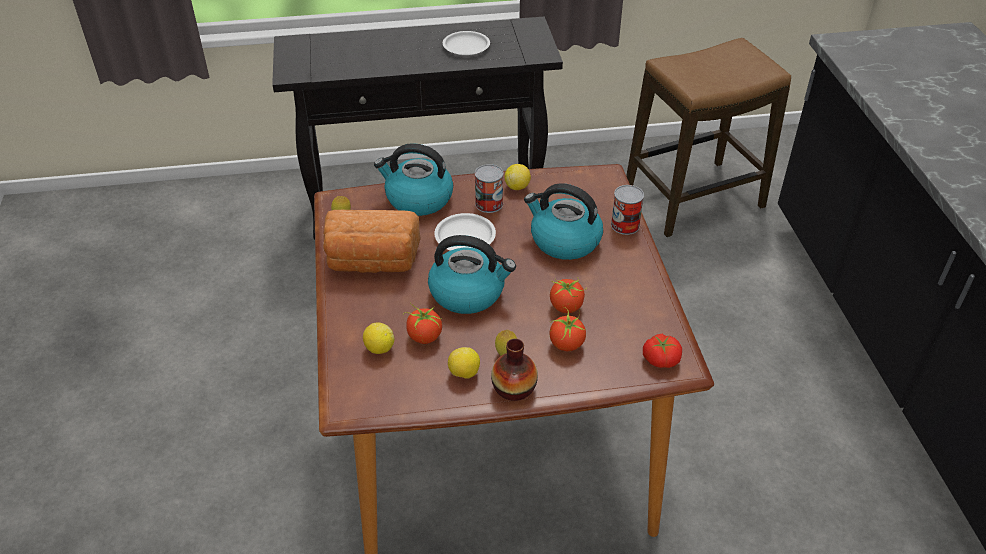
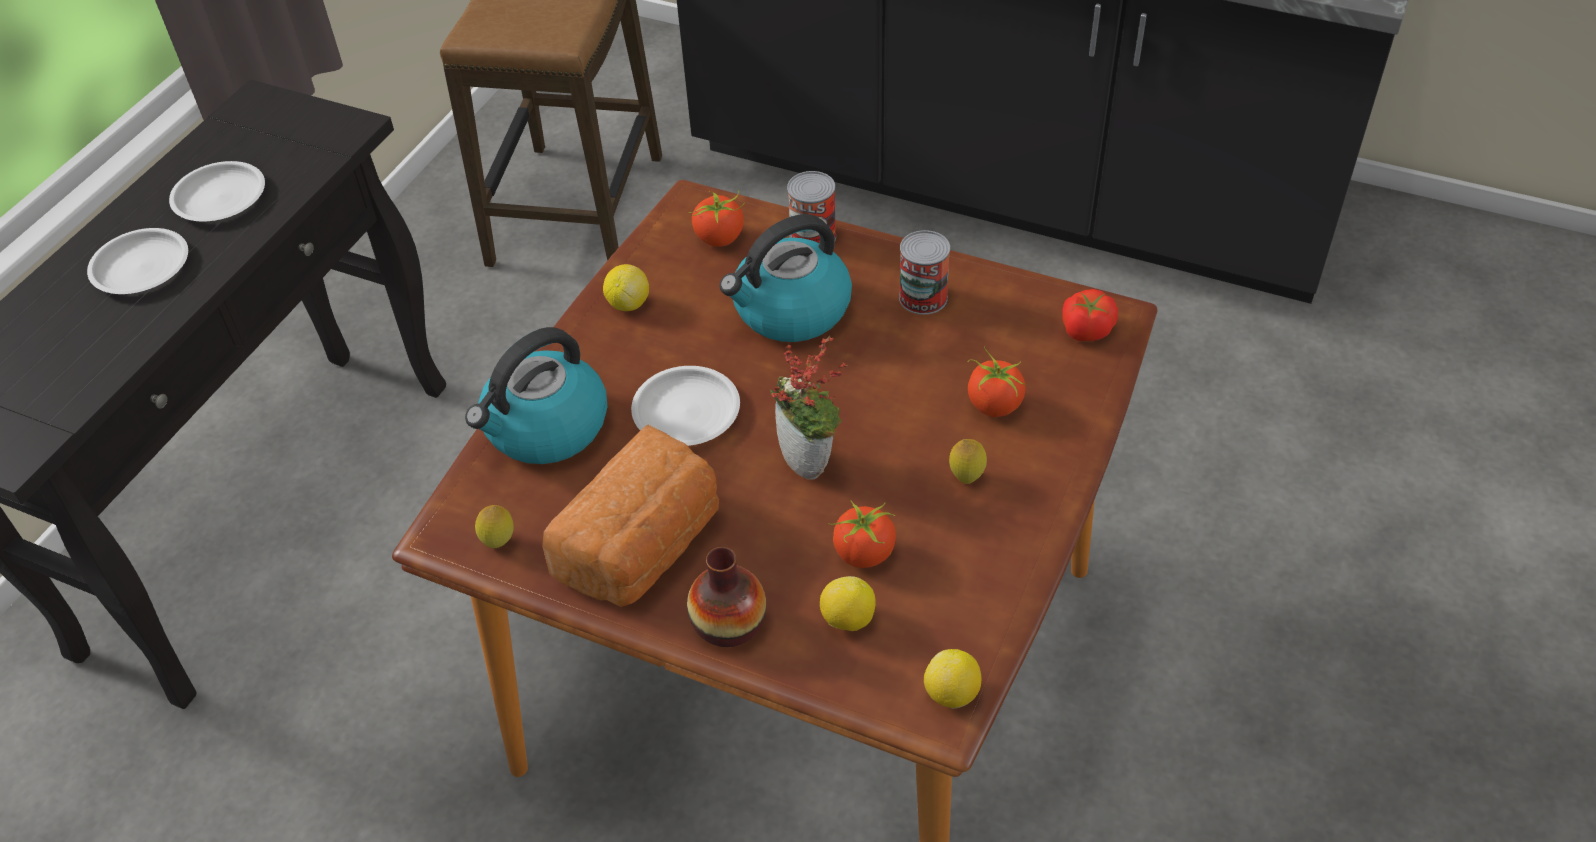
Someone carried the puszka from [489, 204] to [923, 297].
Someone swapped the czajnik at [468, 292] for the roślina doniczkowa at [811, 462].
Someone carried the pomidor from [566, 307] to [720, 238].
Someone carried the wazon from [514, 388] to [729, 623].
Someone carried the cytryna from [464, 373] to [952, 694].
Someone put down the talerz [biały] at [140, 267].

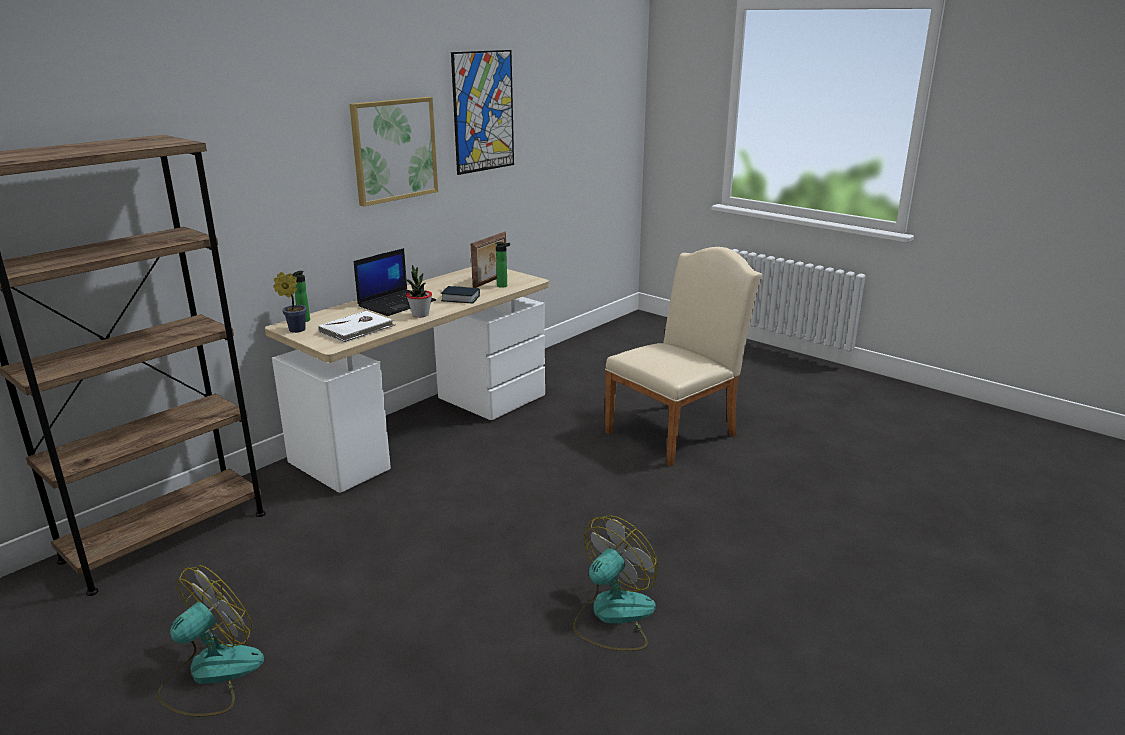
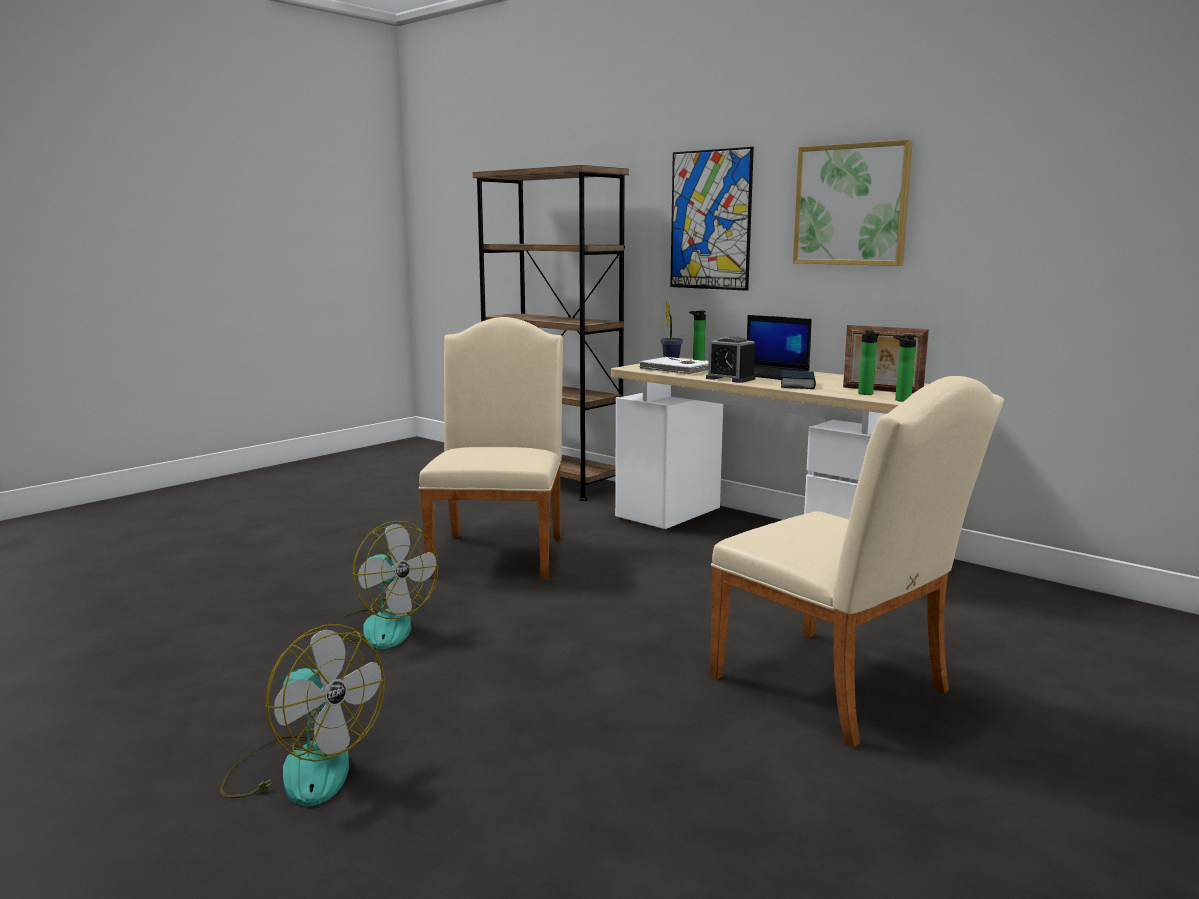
Someone carried the obraz from [483, 111] to [710, 220].
Someone swapped the roślina doniczkowa at [420, 315] for the budzik at [730, 378].
Someone carried the wentylator from [210, 675] to [302, 768].
Someone put down the krzesło [beżowy] at [500, 552].
Someone put down the butelka at [900, 400].

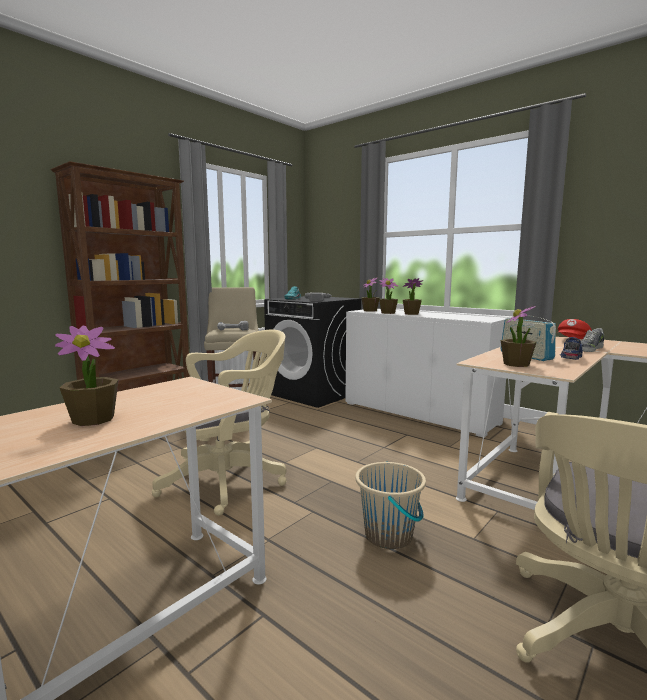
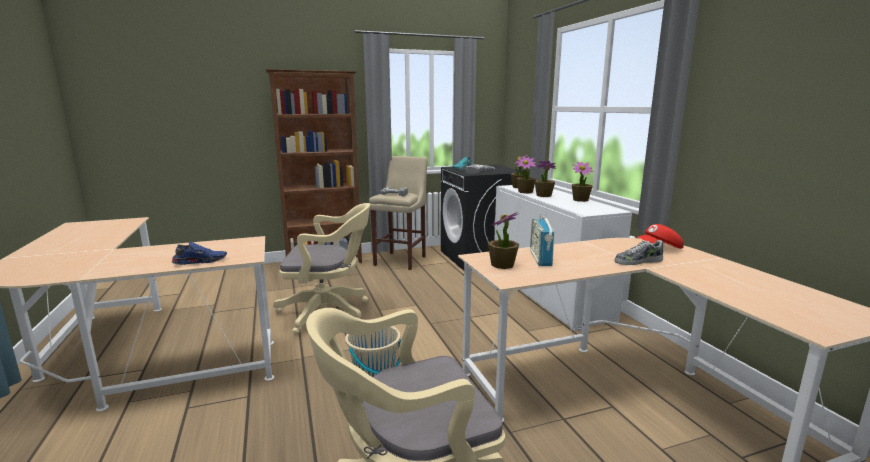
Someone carried the roślina doniczkowa from [94, 419] to [580, 200].
Someone carried the but [niebieski] from [570, 357] to [200, 261].

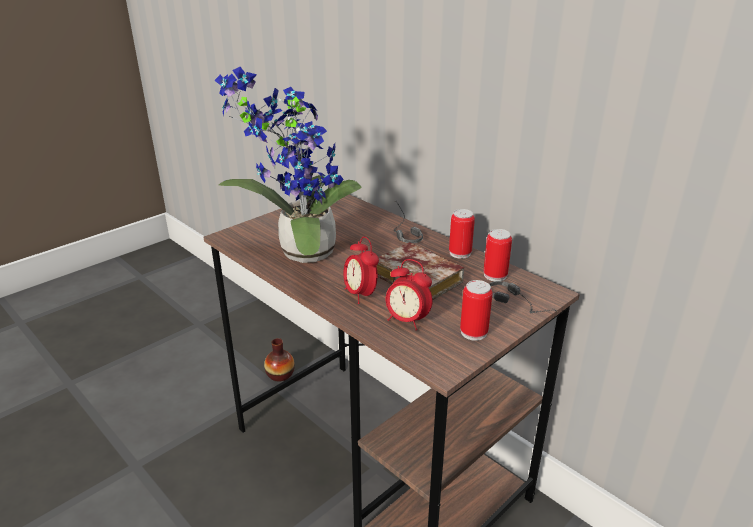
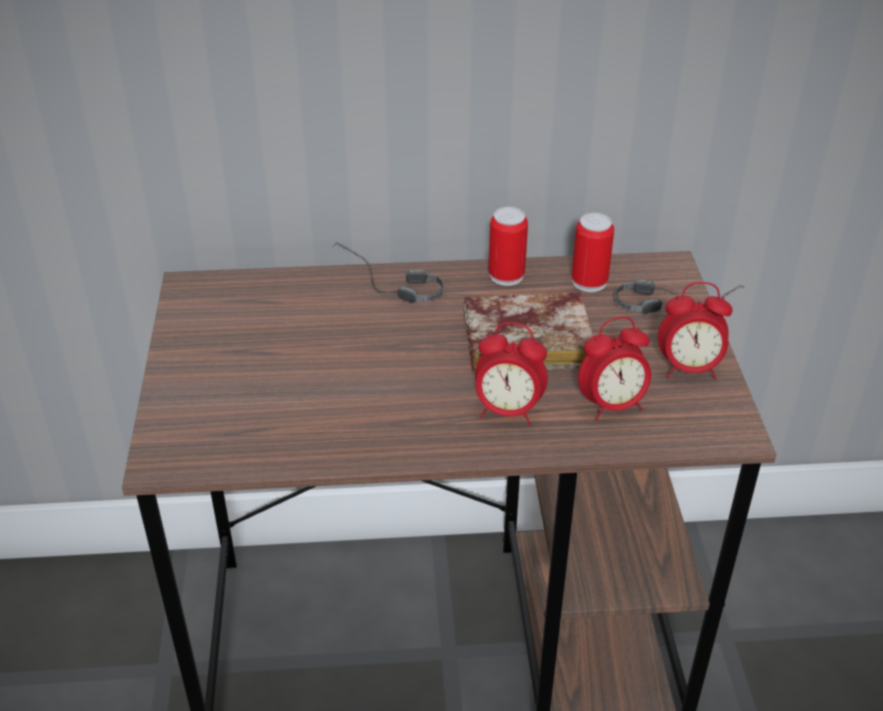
Someone took away the roślina doniczkowa at [300, 252].
Someone swapped the puszka at [473, 332] for the budzik at [688, 369].
Someone took away the wazon at [280, 374].

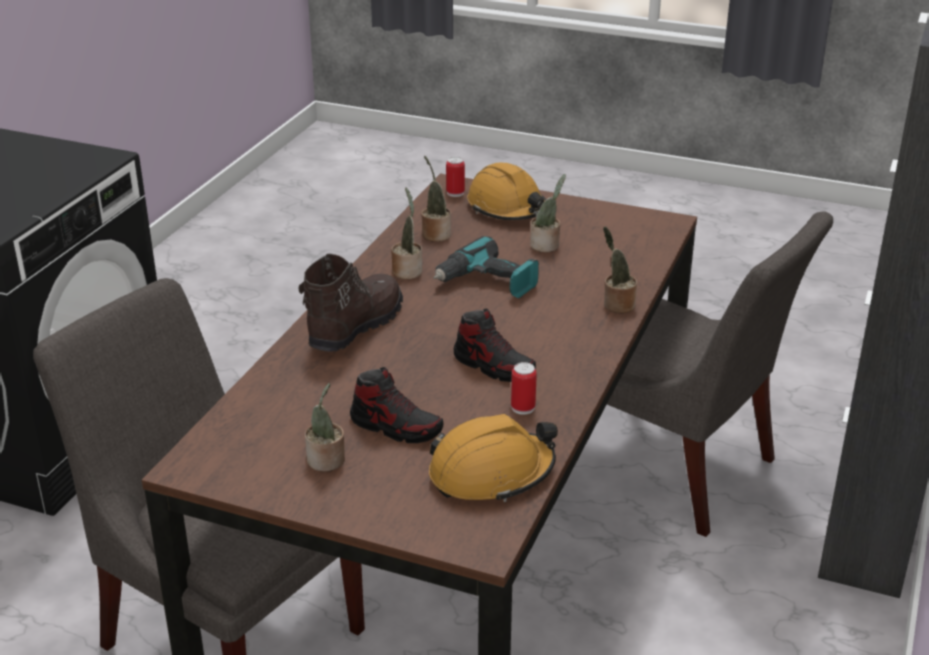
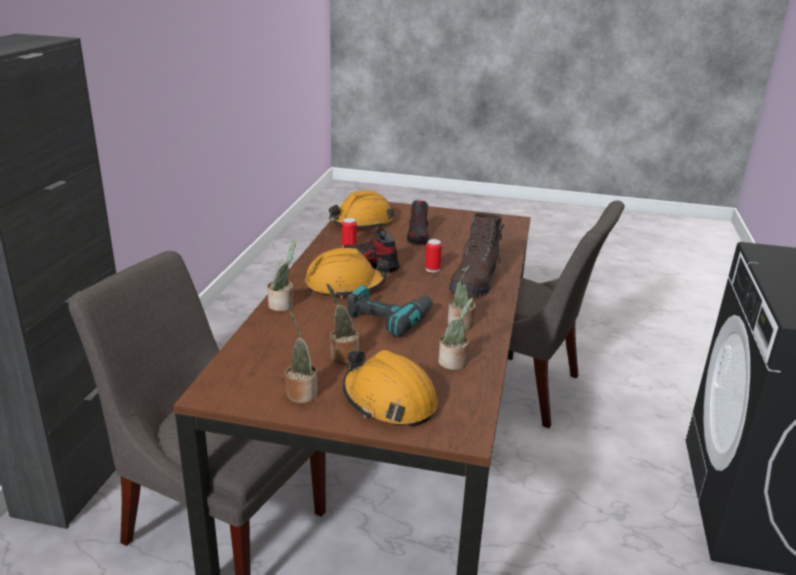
Someone carried the puszka from [455, 193] to [432, 269].
Someone rotated the but at [396, 427] by 105 degrees counterclockwise.
Someone carried the roślina doniczkowa from [326, 461] to [300, 393].
Someone put down the kask [pomarańczowy] at [345, 286].

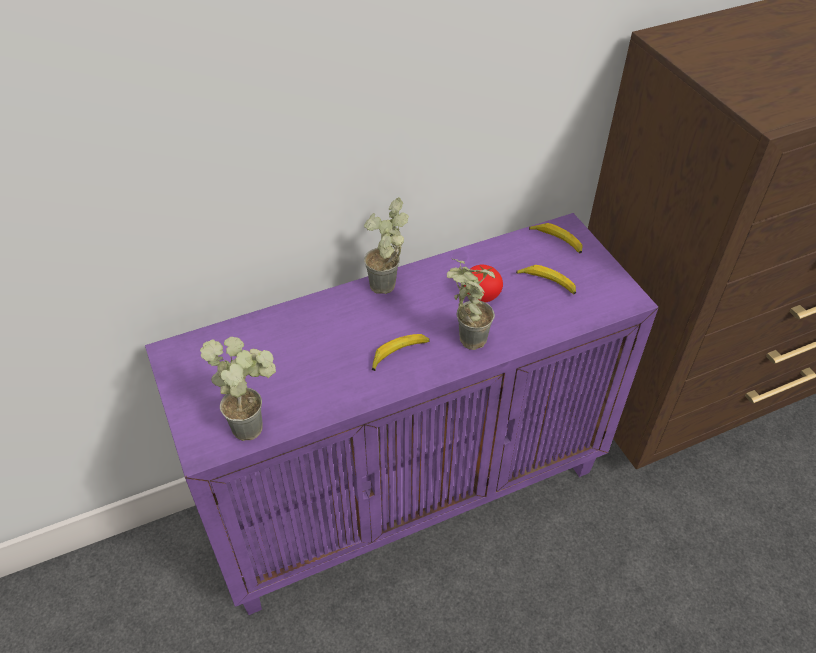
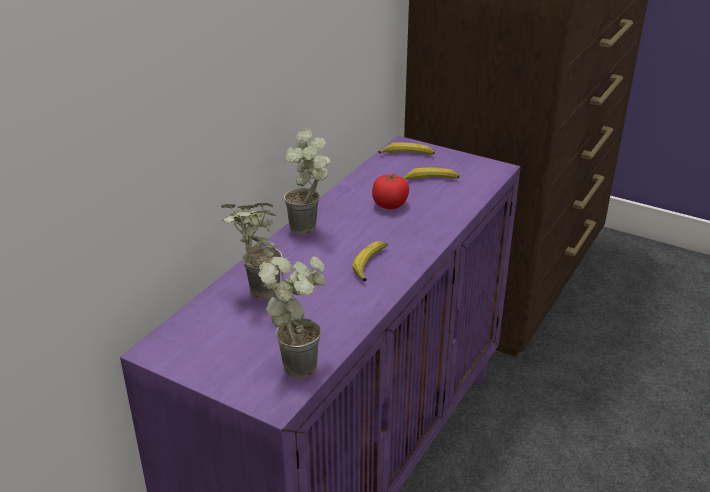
Someone carried the roślina doniczkowa from [464, 338] to [255, 293].

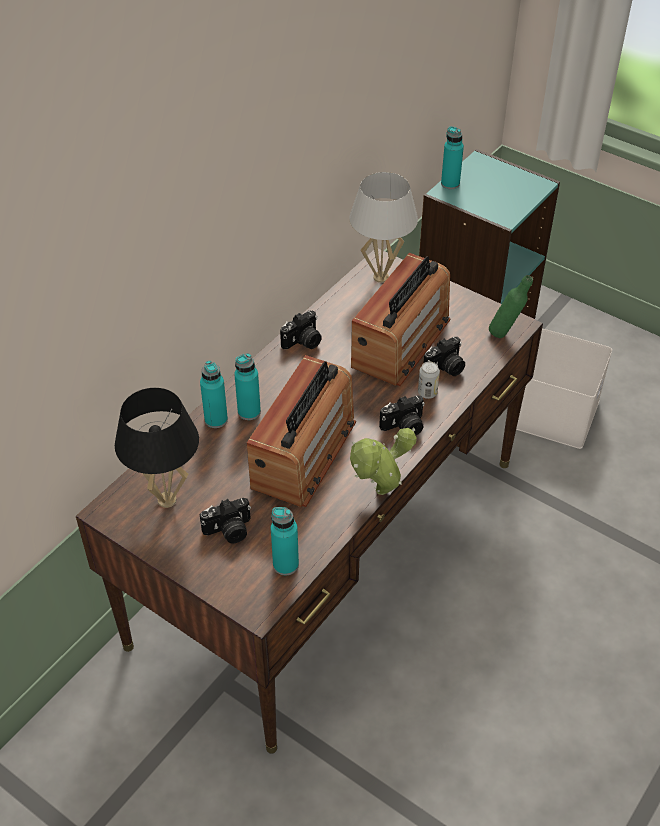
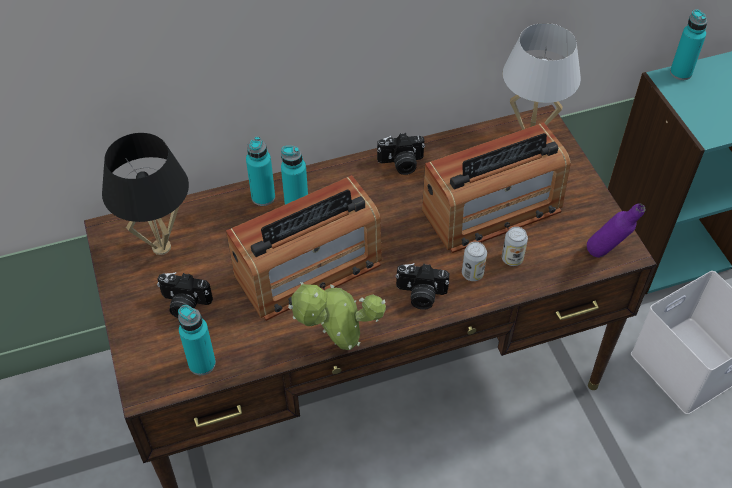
Someone repainted the butelka [zielony] at [505, 333], which became the butelka [fioletowy] at [606, 255].
Someone swapped the aparat fotograficzny at [445, 368] for the puszka at [512, 259].

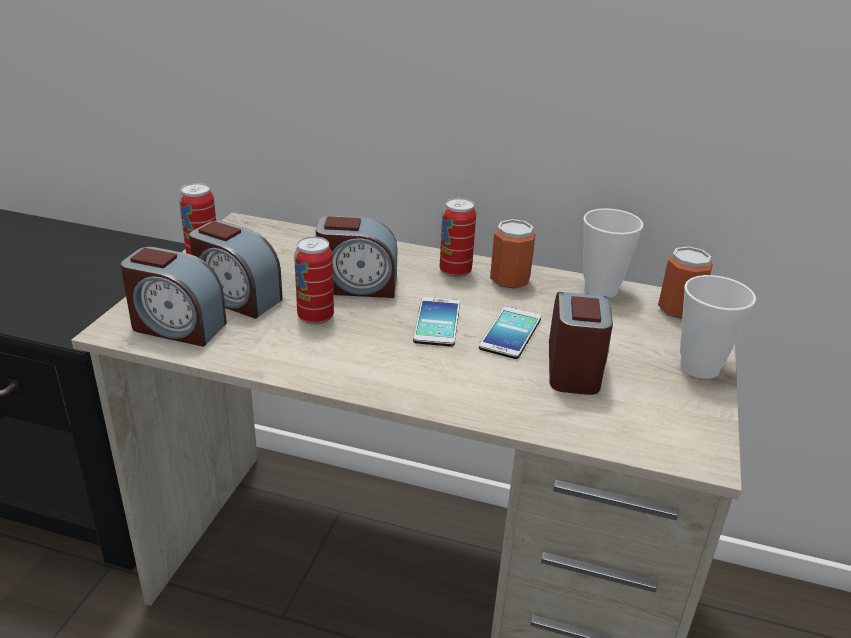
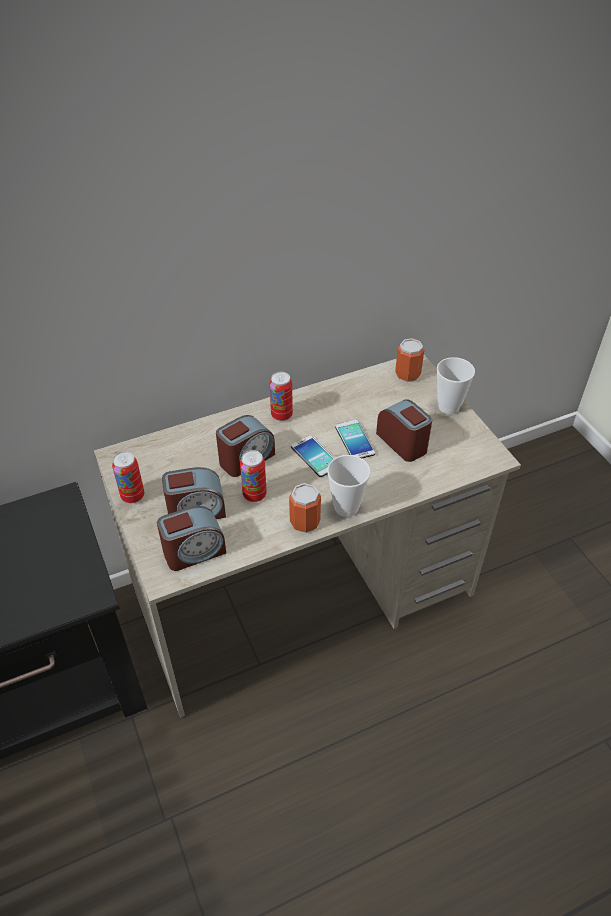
Someone carried the filiżanka from [601, 289] to [346, 507].
Someone carried the puszka from [509, 281] to [305, 522].

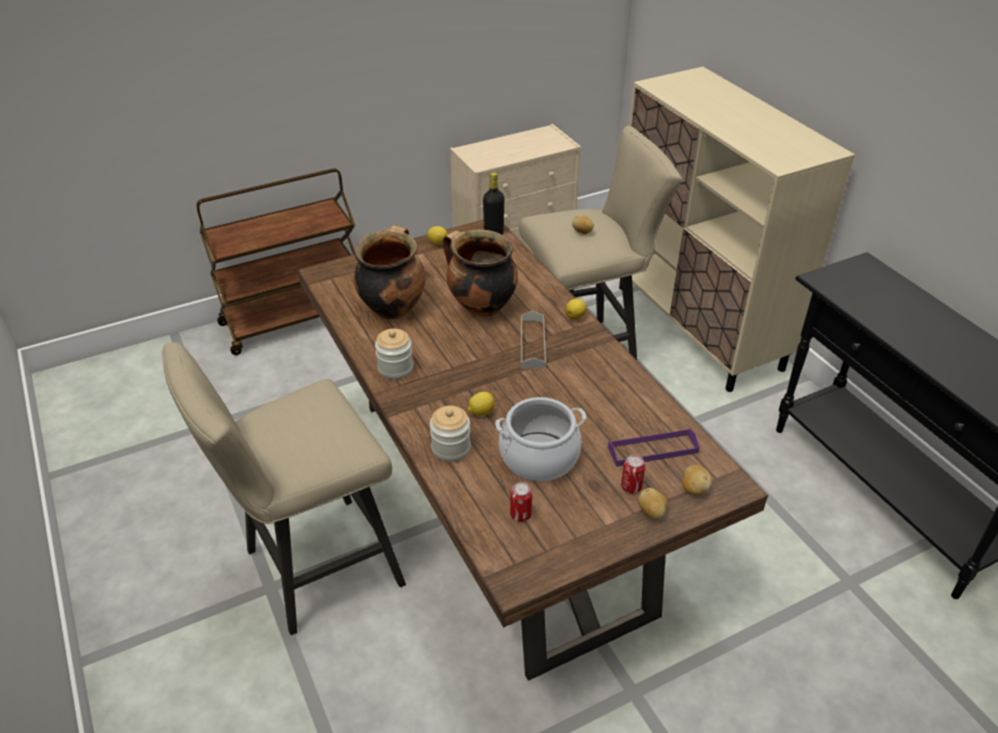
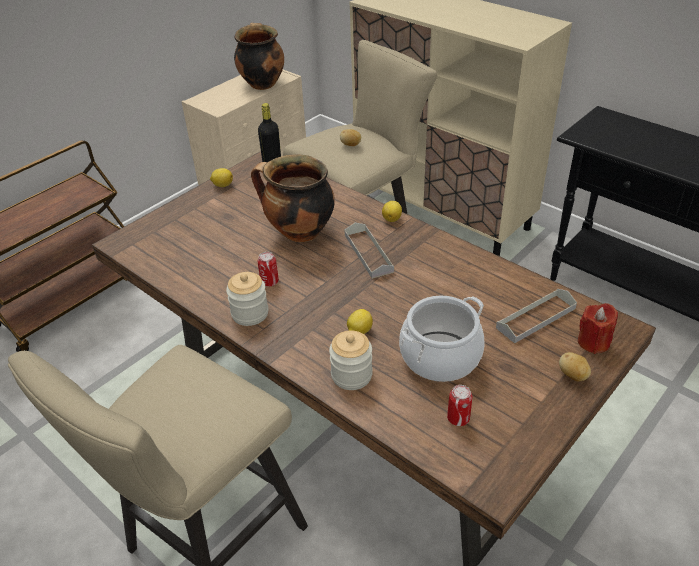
Someone carried the garnek from [392, 308] to [261, 84].
Someone repainted the taca [fioletowy] at [653, 450], which became the taca [szary] at [536, 318].
Someone carried the puszka from [631, 487] to [269, 282].
Someone swapped the ziemniak at [694, 489] for the świeca [czerwony] at [593, 342].

